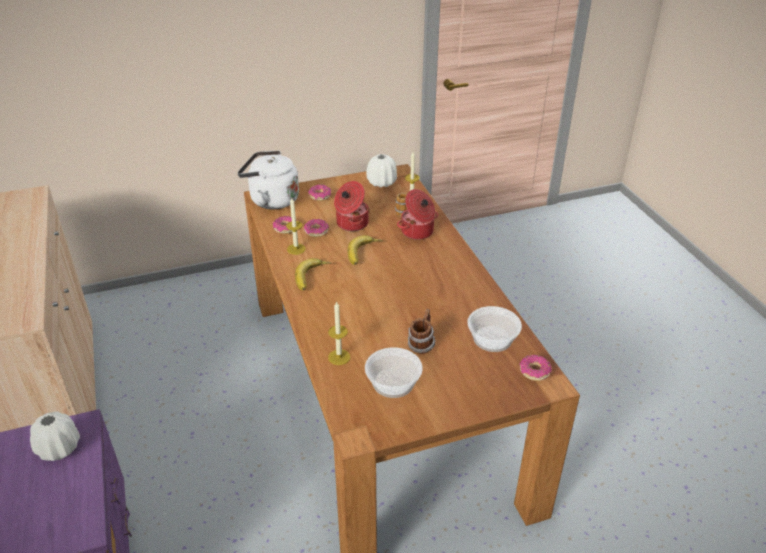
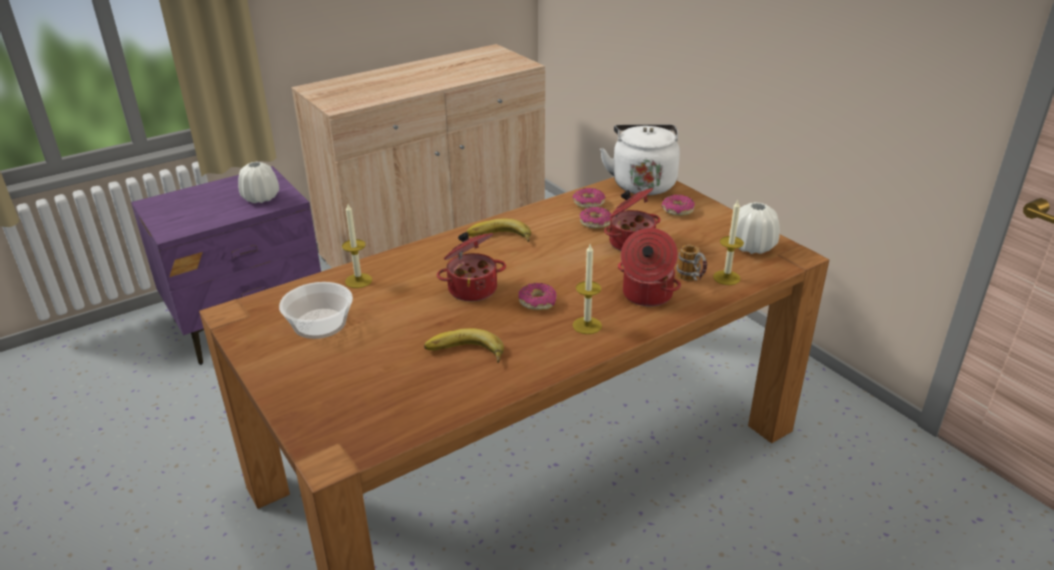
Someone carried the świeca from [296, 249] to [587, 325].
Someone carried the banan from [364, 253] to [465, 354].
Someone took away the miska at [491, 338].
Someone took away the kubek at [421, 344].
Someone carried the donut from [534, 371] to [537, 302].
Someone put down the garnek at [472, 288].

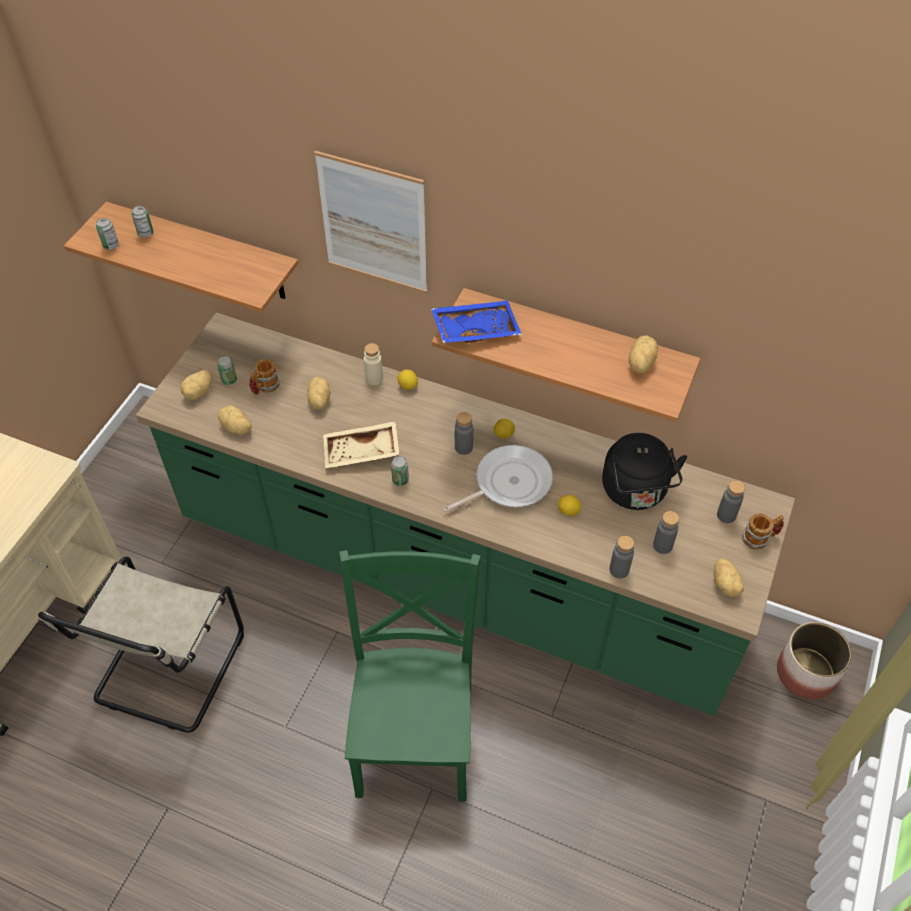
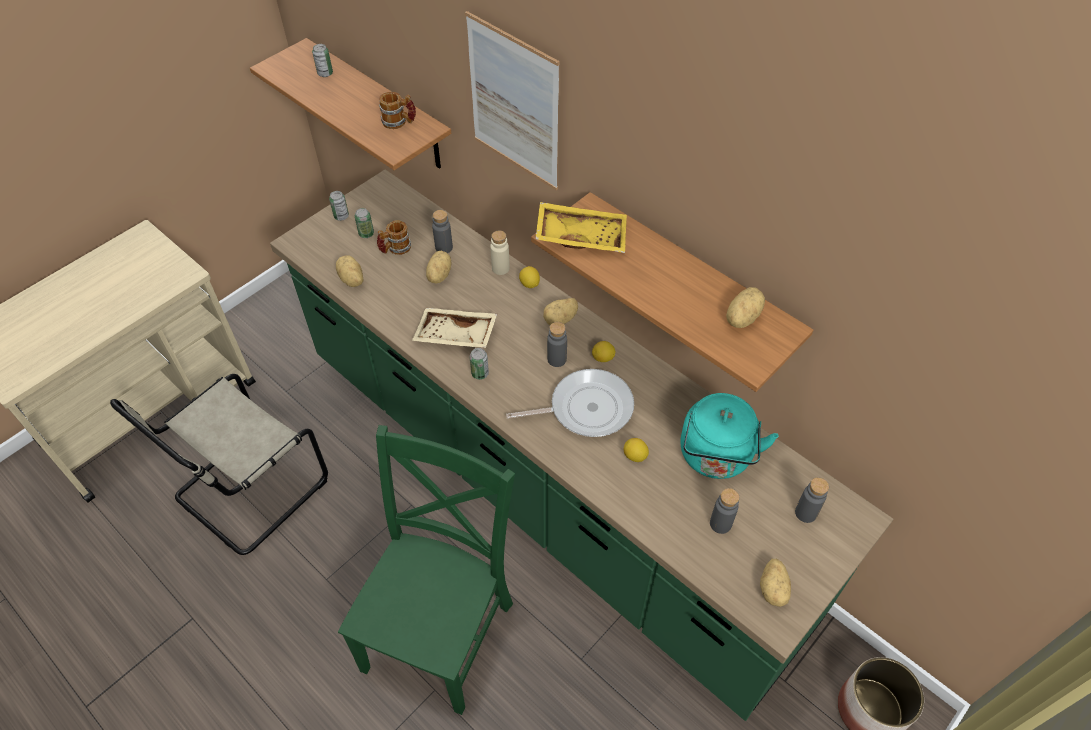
Someone carried the puszka from [111, 245] to [341, 216].
Someone repainted the taca [niebieski] at [475, 329], which became the taca [żółty] at [581, 235].
Someone carried the ziemniak from [199, 392] to [561, 320].
Someone repainted the czajnik [czarny] at [636, 492], which became the czajnik [turkusowy] at [716, 458].
Someone carried the kubek from [760, 538] to [399, 122].
Someone carried the butelka [szary] from [619, 570] to [444, 247].

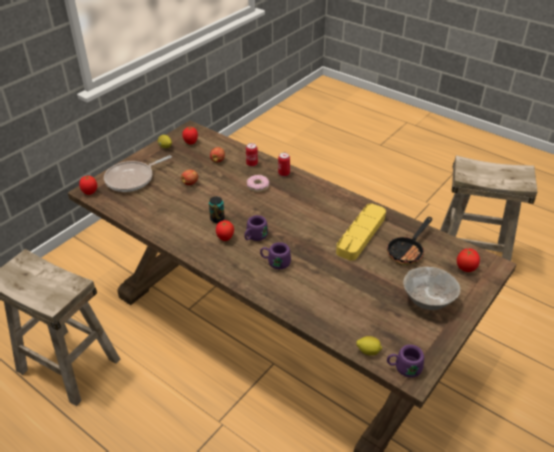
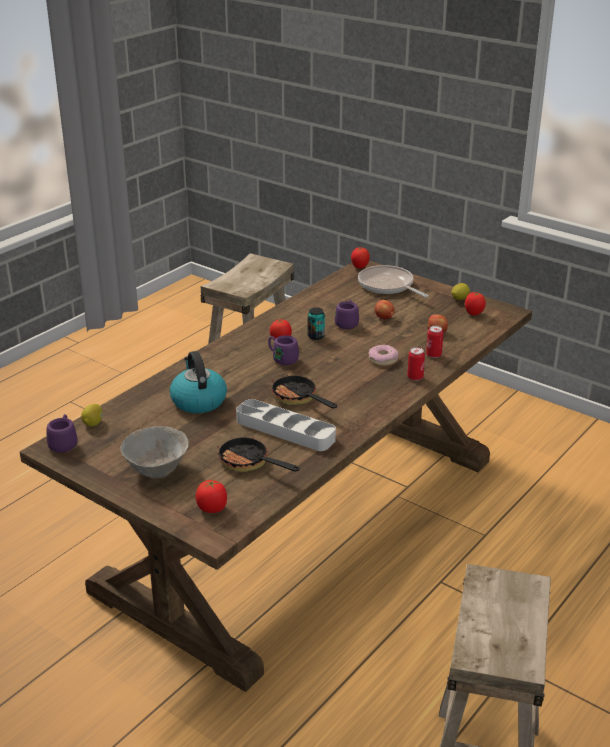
Someone repainted the taca [żółty] at [361, 234], which became the taca [szary] at [285, 430].
Someone carried the kubek [fioletowy] from [275, 262] to [347, 323].
Someone put down the czajnik at [198, 401].
Someone put down the patelnia at [298, 399].

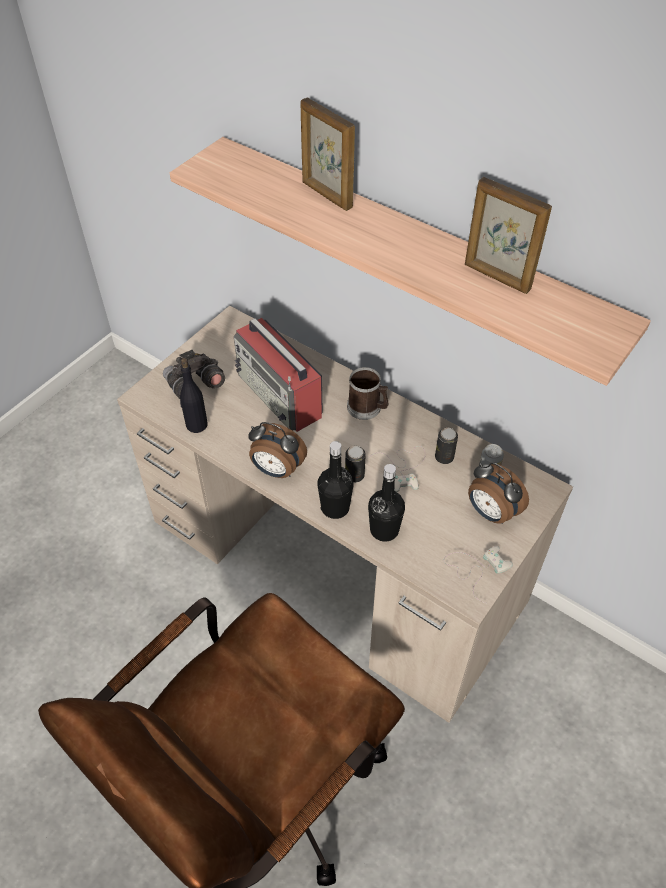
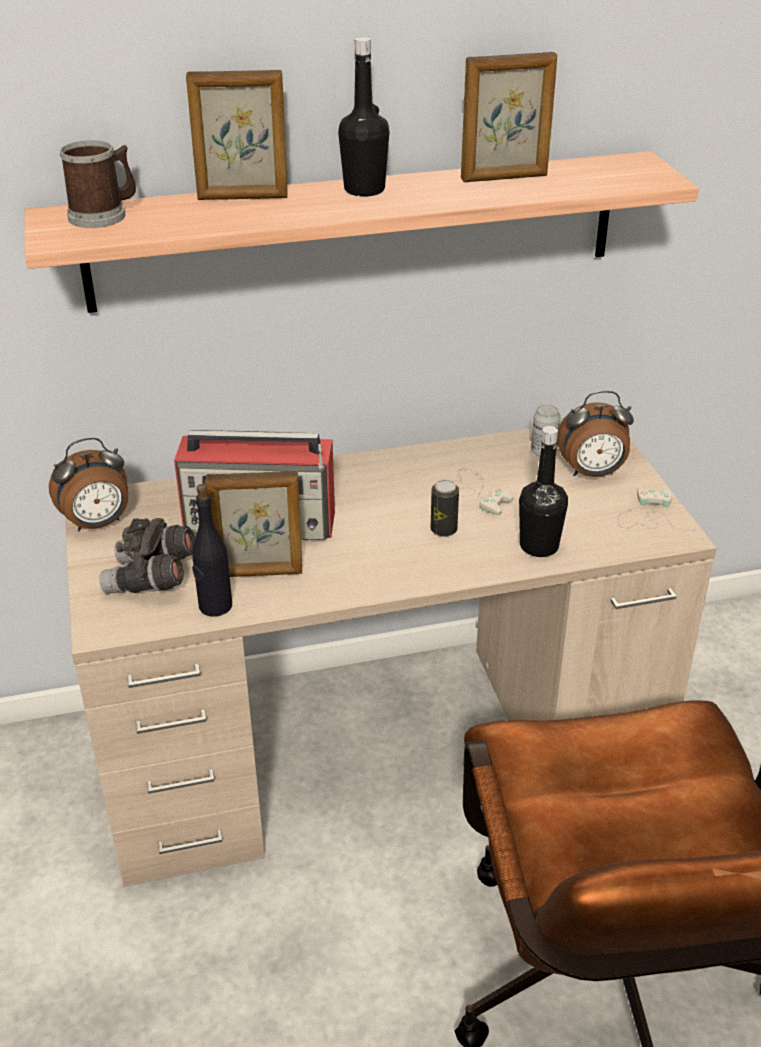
Someone carried the kubek from [367, 408] to [103, 216].
Someone carried the budzik from [277, 470] to [98, 524].
Someone took away the puszka at [444, 457].
Someone carried the butelka [czarny] from [335, 507] to [364, 190].
Someone put down the ramka na zdjęcie at [259, 573].

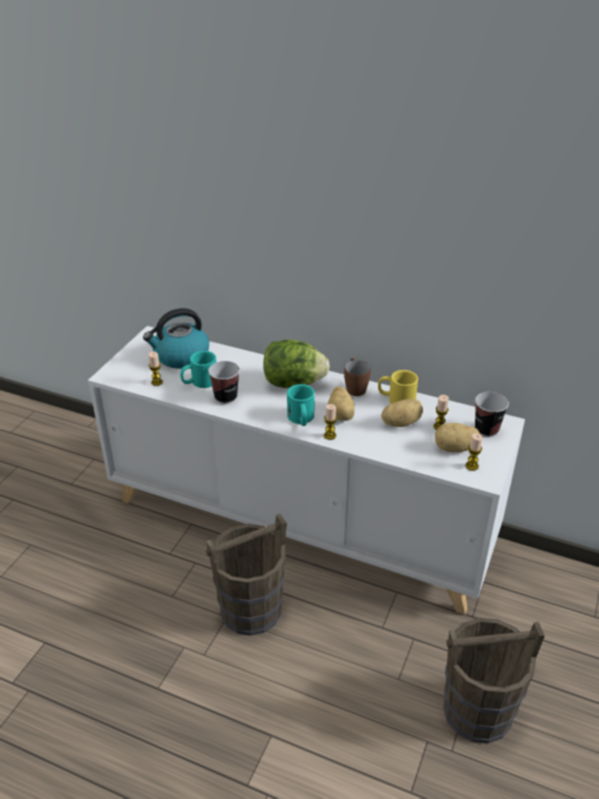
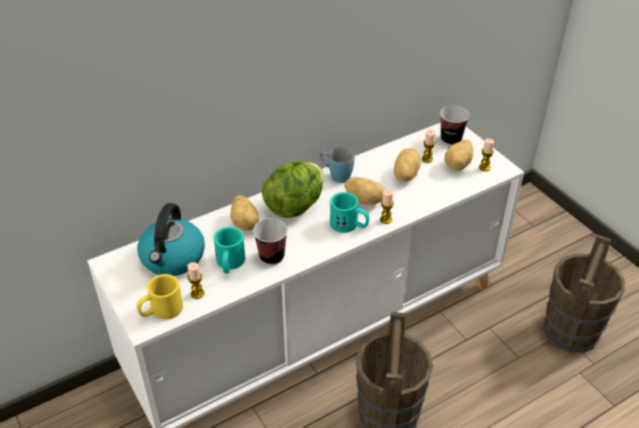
Someone repainted the kubek [brązowy] at [355, 387], which became the kubek [niebieski] at [336, 175].
Someone carried the kubek [żółty] from [396, 399] to [161, 311].
Someone put down the ziemniak at [245, 223].

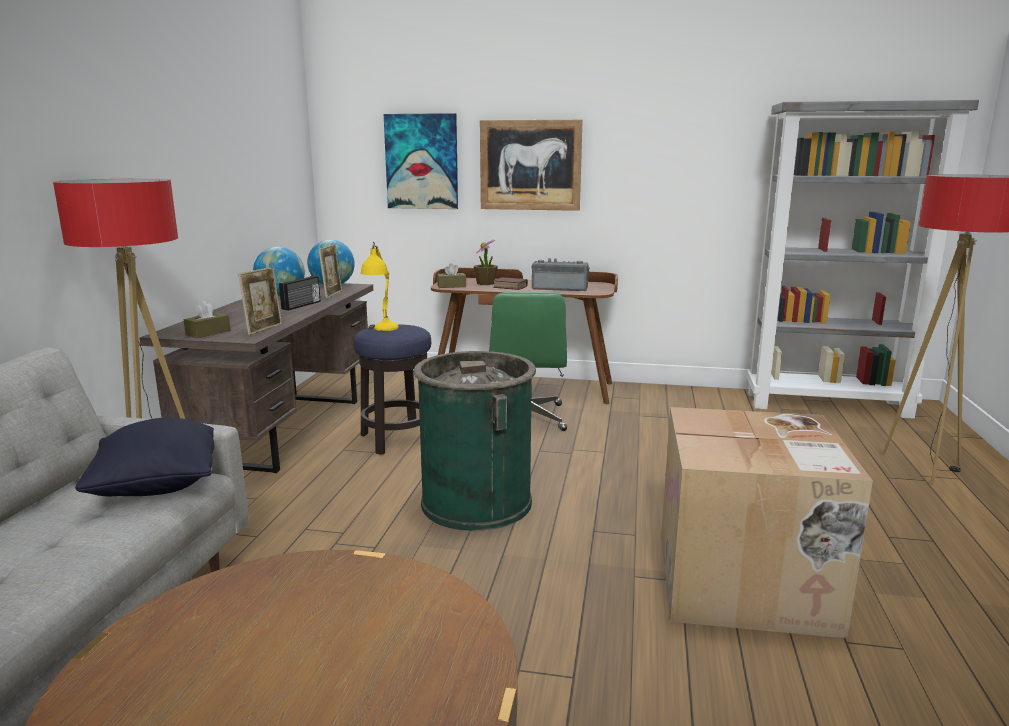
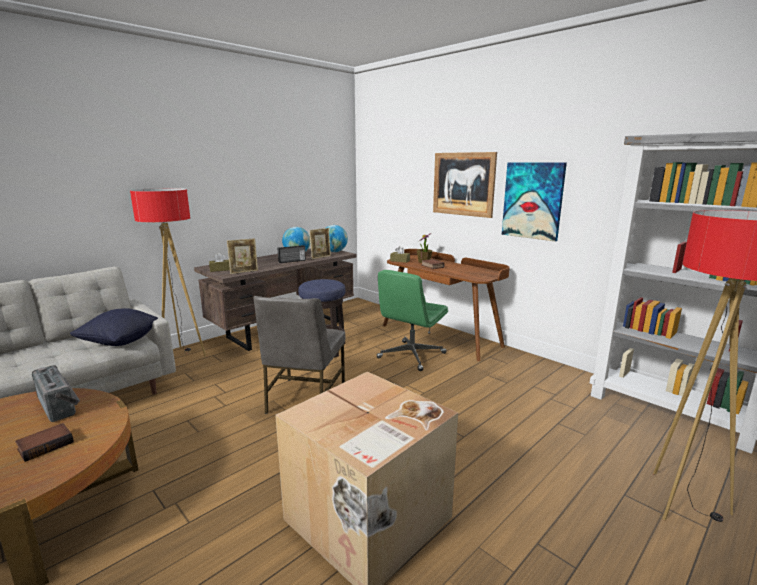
Someone carried the obraz from [422, 161] to [532, 200].
Someone took away the lampa stołowa [żółty] at [381, 331].
Someone carried the radio from [560, 288] to [61, 405].
Someone swapped the kosz na śmieci [zielony] at [476, 502] for the krzesło [szary] at [304, 399].
Someone put down the książka at [46, 445].

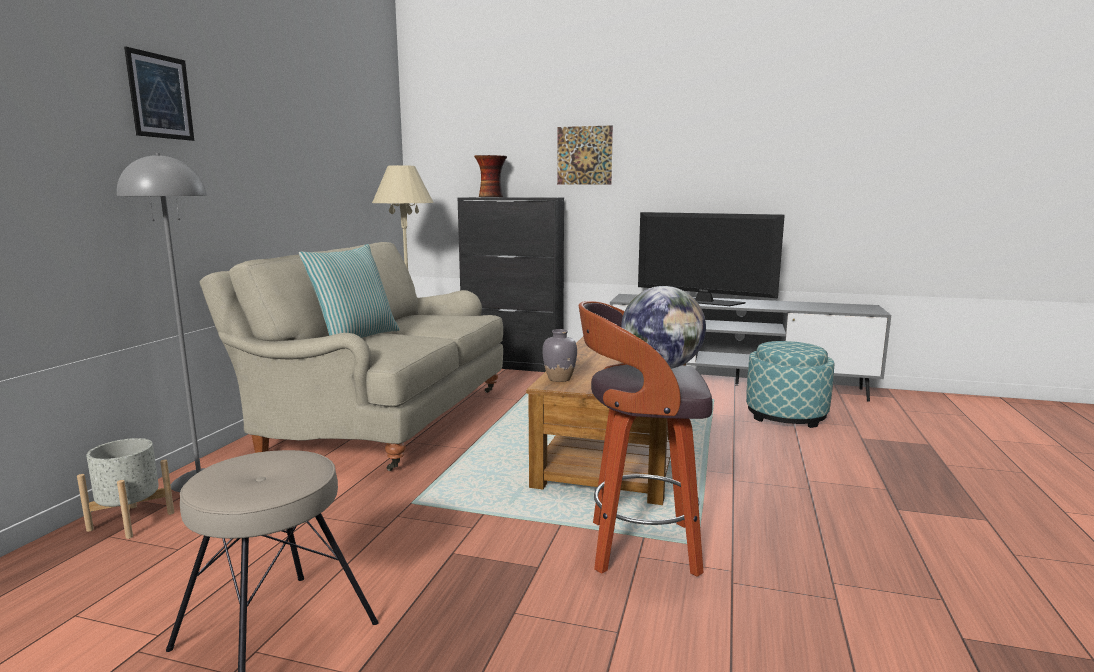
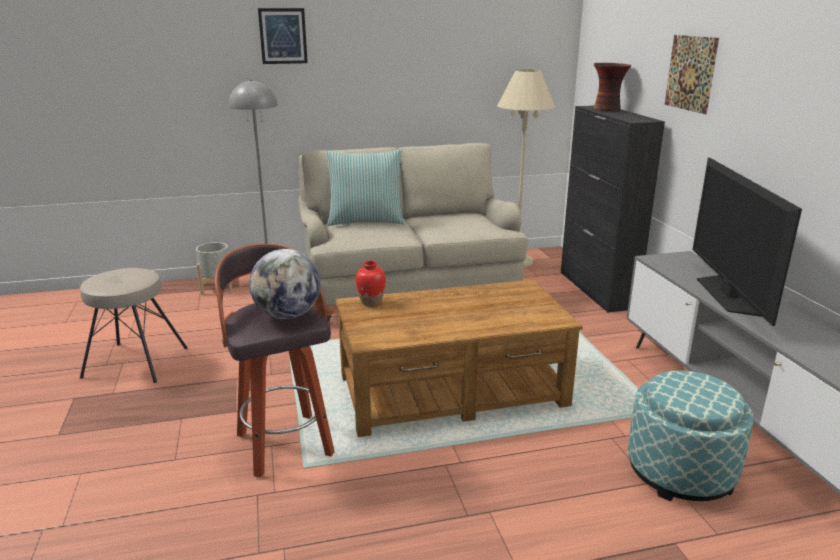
Someone repainted the wazon [szary] at [559, 379], which became the wazon [czerwony] at [371, 302].

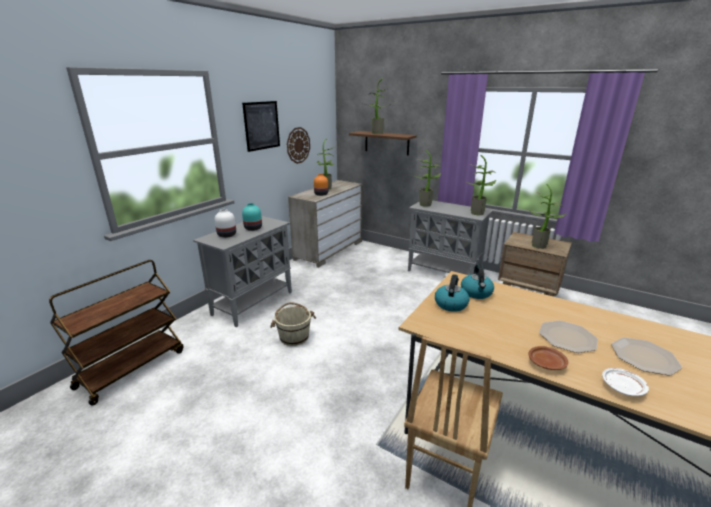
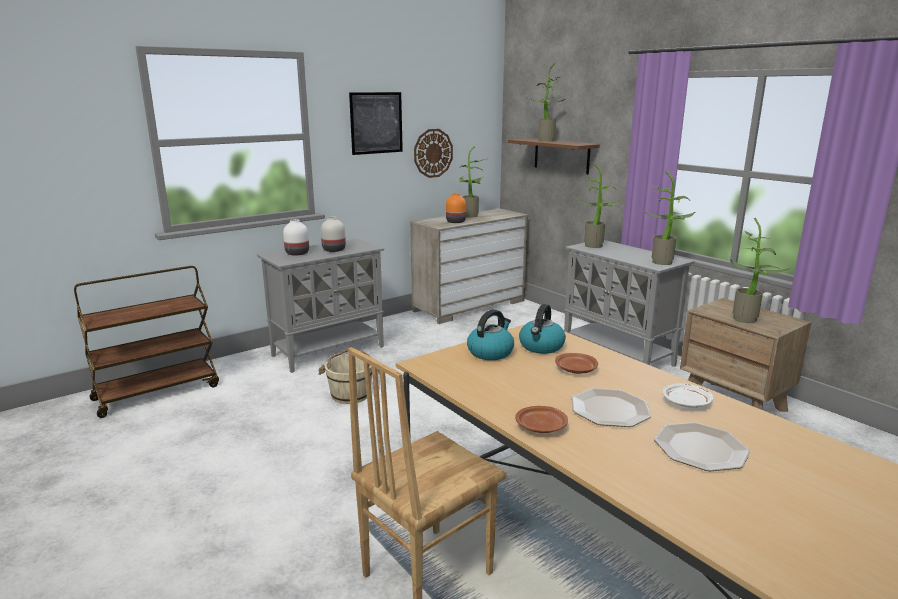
Someone repainted the wazon [turkusowy] at [252, 228], which became the wazon [biały] at [333, 250].
Someone carried the talerz [biały] from [622, 387] to [686, 403].
Someone put down the talerz [brązowy] at [575, 370].

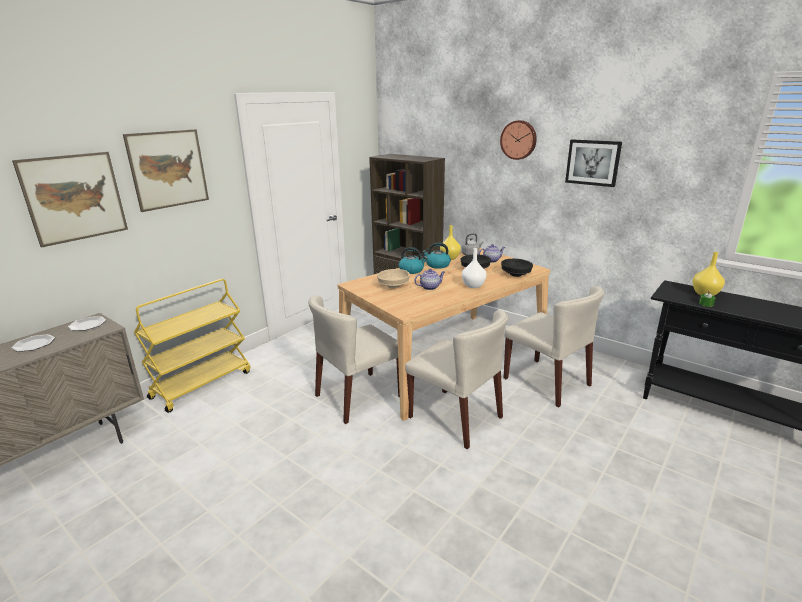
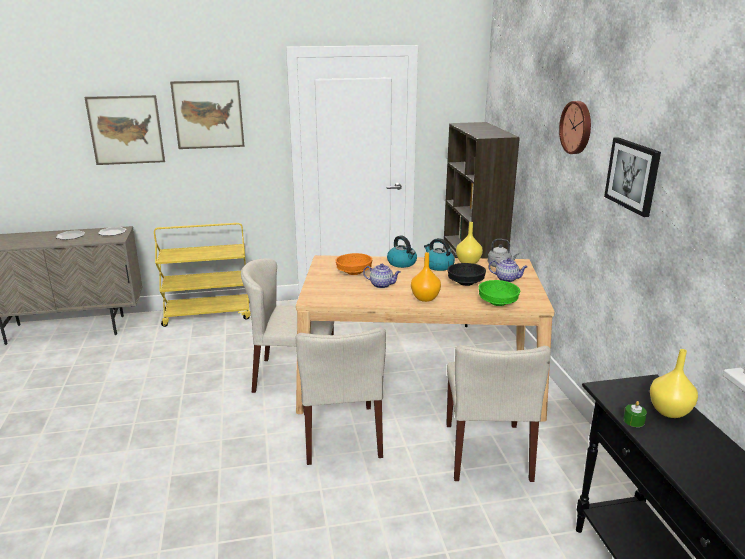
Someone repainted the wazon [biały] at [473, 286], which became the wazon [pomarańczowy] at [424, 298].
Someone repainted the miska [czarny] at [515, 274], which became the miska [zielony] at [497, 302].
Someone repainted the miska [beżowy] at [393, 286], which became the miska [pomarańczowy] at [354, 272].

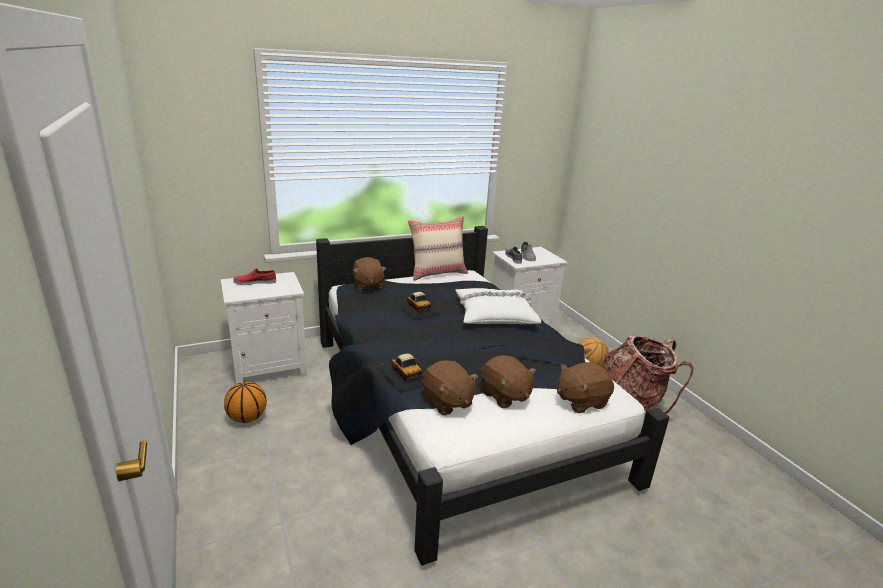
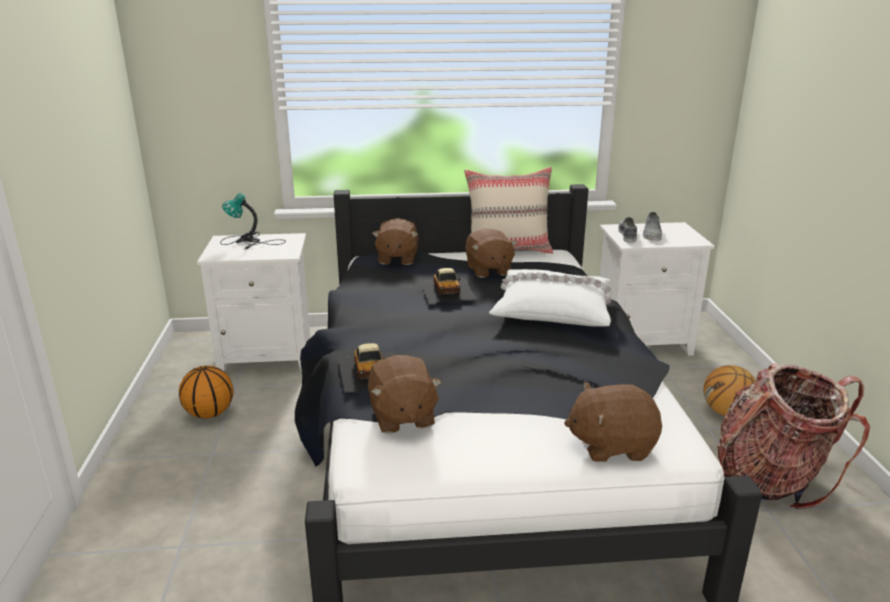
Someone swapped the but [czerwony] at [255, 282] for the lampa stołowa at [250, 242].
Someone carried the pluszak [brązowy] from [504, 396] to [488, 270].

